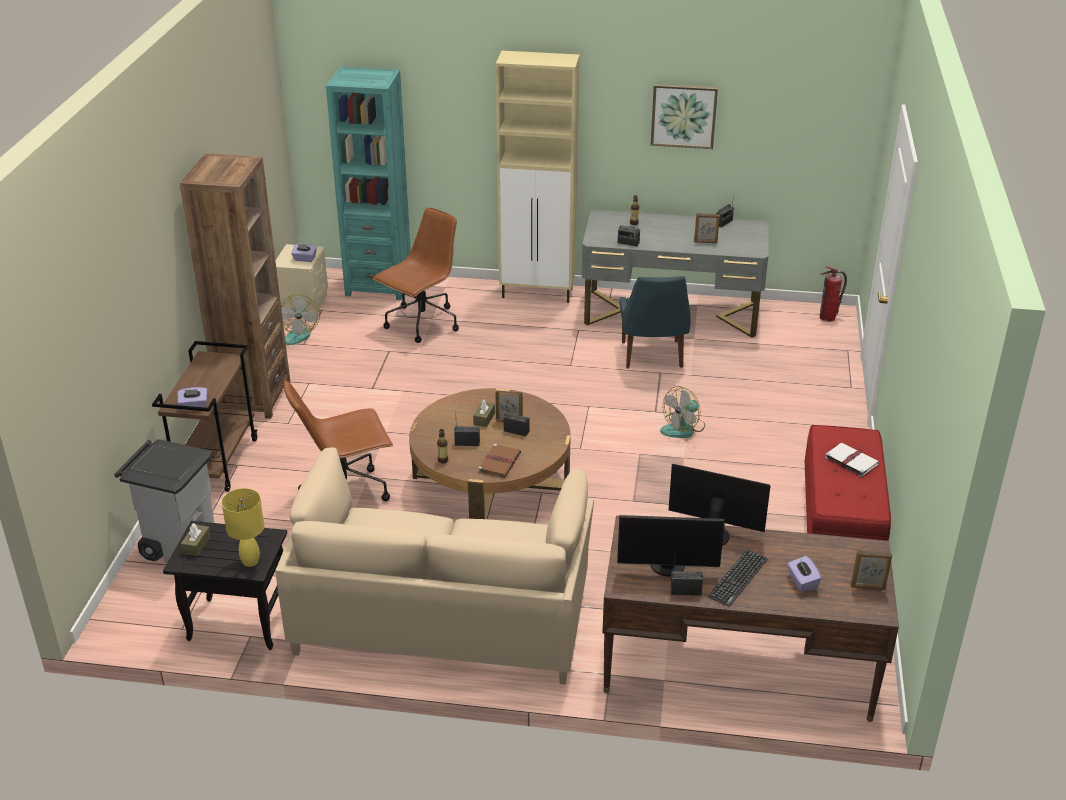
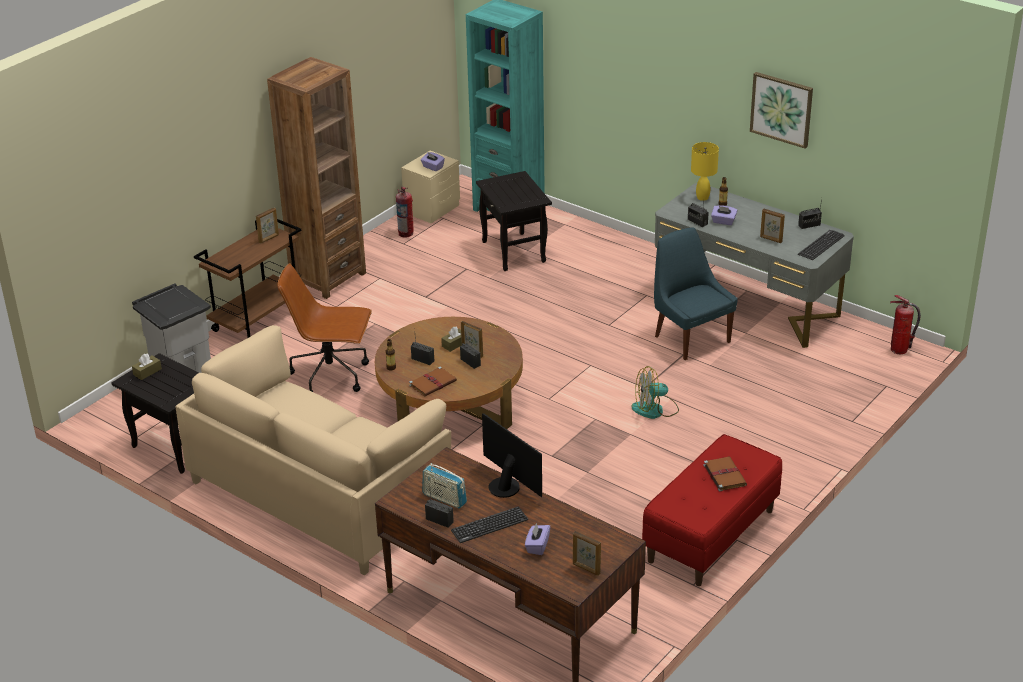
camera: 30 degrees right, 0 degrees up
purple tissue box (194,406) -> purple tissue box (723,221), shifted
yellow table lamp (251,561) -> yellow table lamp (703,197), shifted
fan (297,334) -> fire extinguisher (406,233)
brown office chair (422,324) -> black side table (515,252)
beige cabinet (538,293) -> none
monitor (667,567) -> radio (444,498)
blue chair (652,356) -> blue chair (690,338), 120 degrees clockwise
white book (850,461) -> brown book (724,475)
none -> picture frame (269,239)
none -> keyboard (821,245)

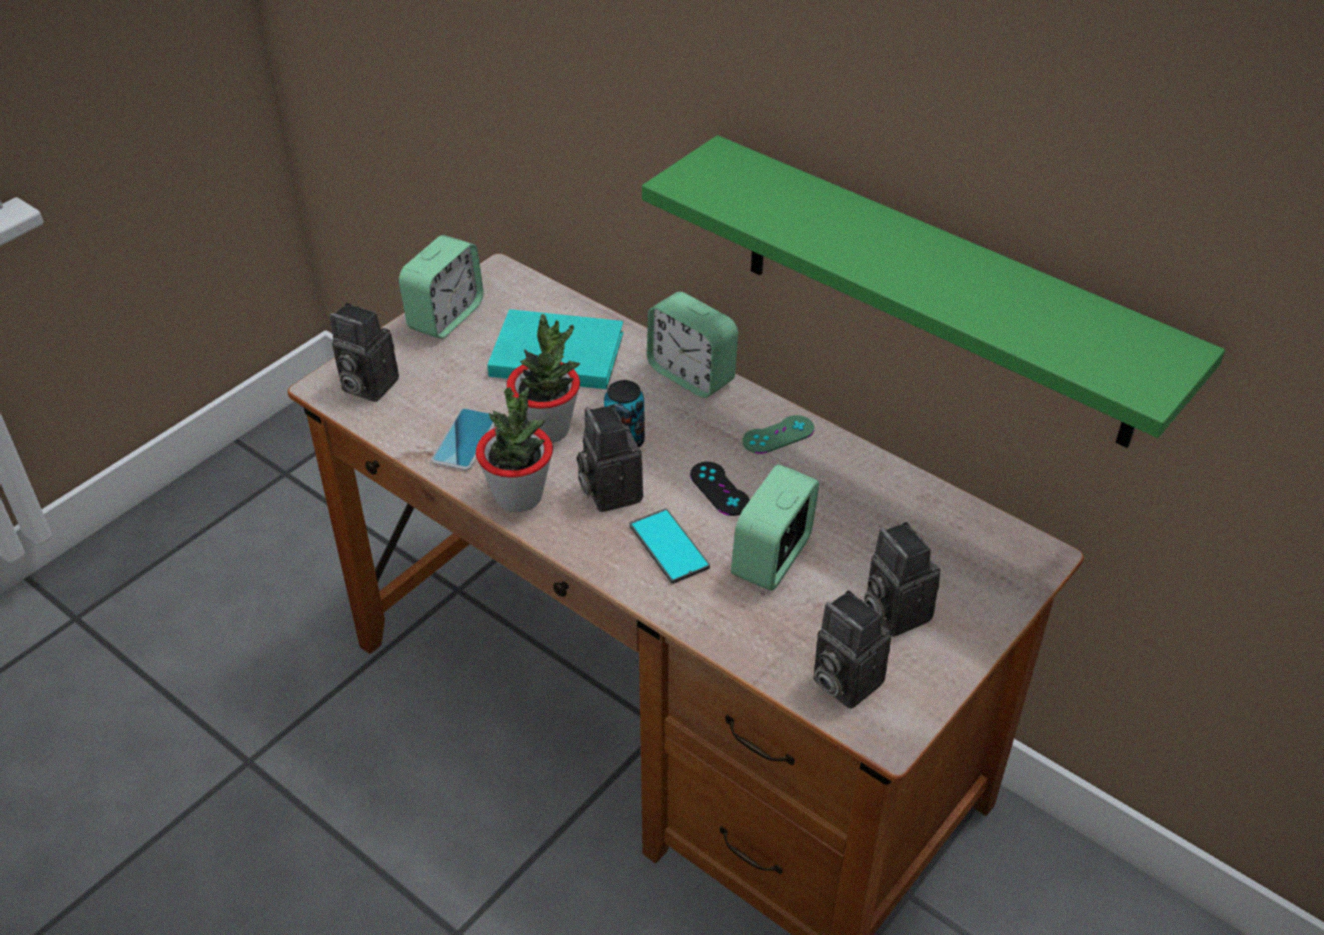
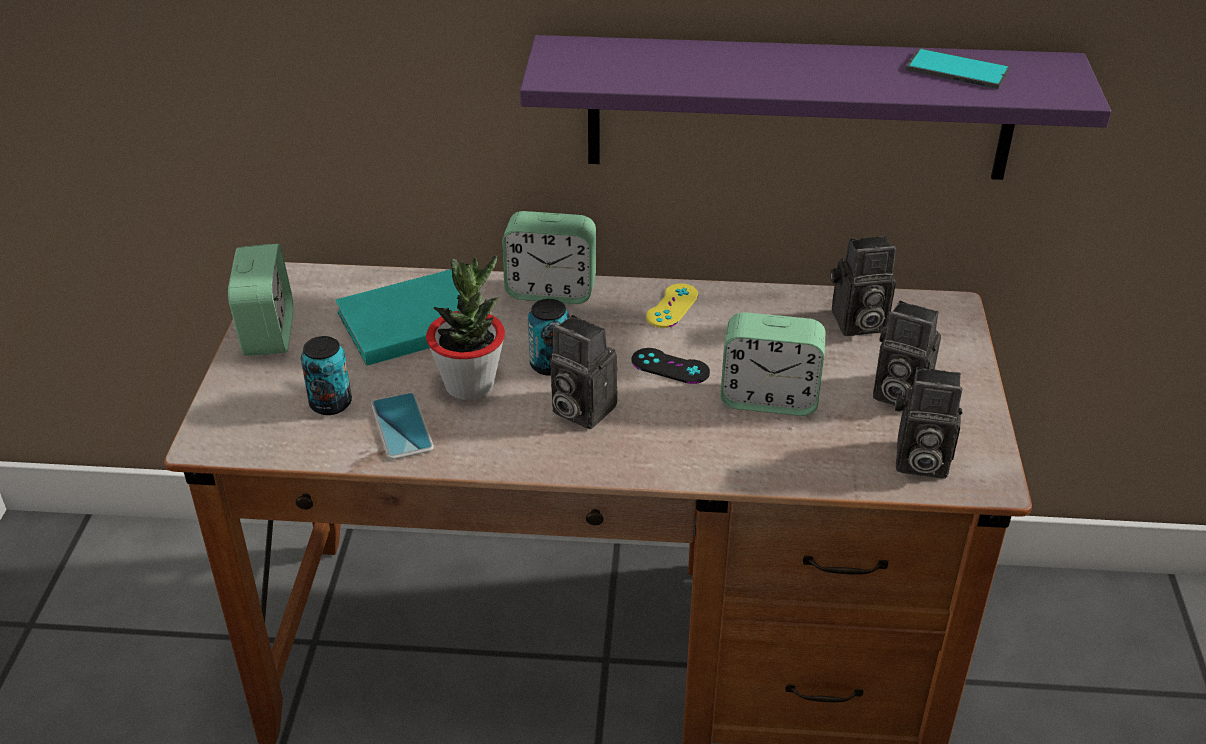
camera: 35 degrees left, 5 degrees down
photo camera (365,385) -> photo camera (856,324), shifted
potted plant (519,496) -> none
phone (668,547) -> phone (957,70), shifted
green shelf (937,293) -> purple shelf (799,108)
alarm clock (772,558) -> alarm clock (769,398), 75 degrees counterclockwise
green game controller (778,435) -> yellow game controller (672,306)
none -> can (330,403)

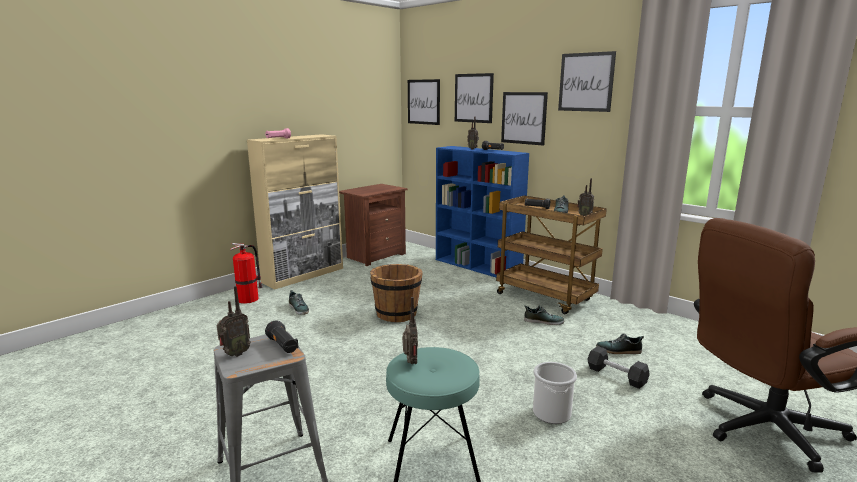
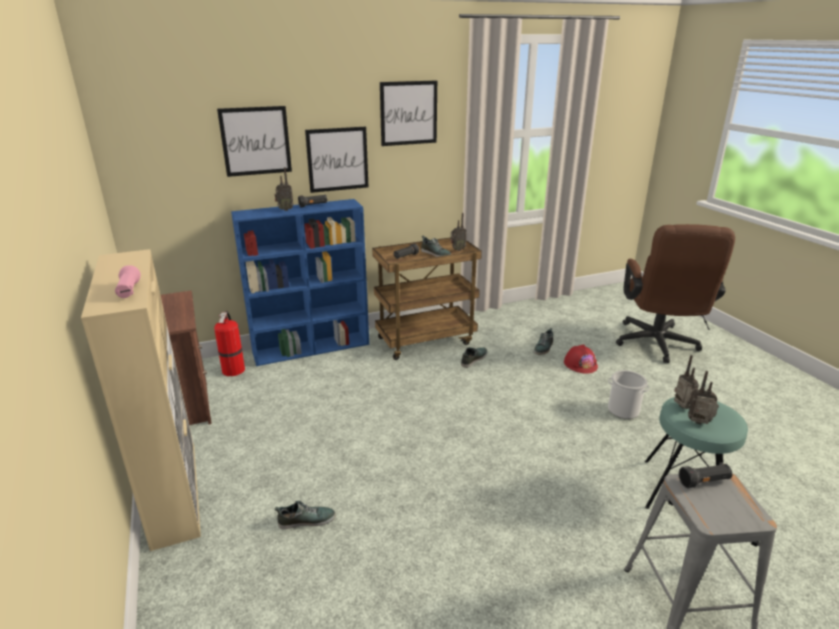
camera: 65 degrees left, 10 degrees up
radio (234,354) -> radio (681,408), shifted
fire extinguisher (249,299) -> fire extinguisher (233,369), shifted
brown bucket (397,314) -> none
picture (423,102) -> none
black dumbbell (616,376) -> red hard hat (580,364)

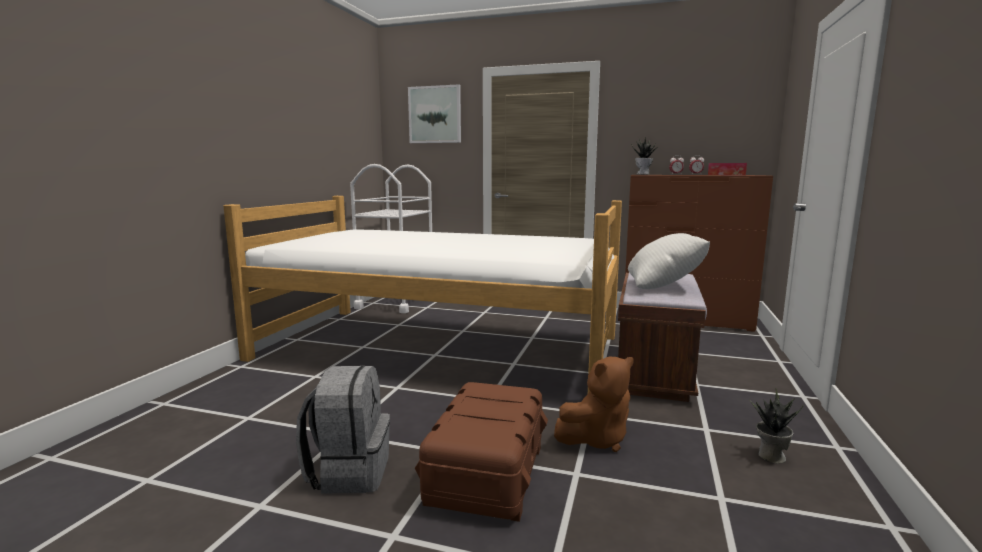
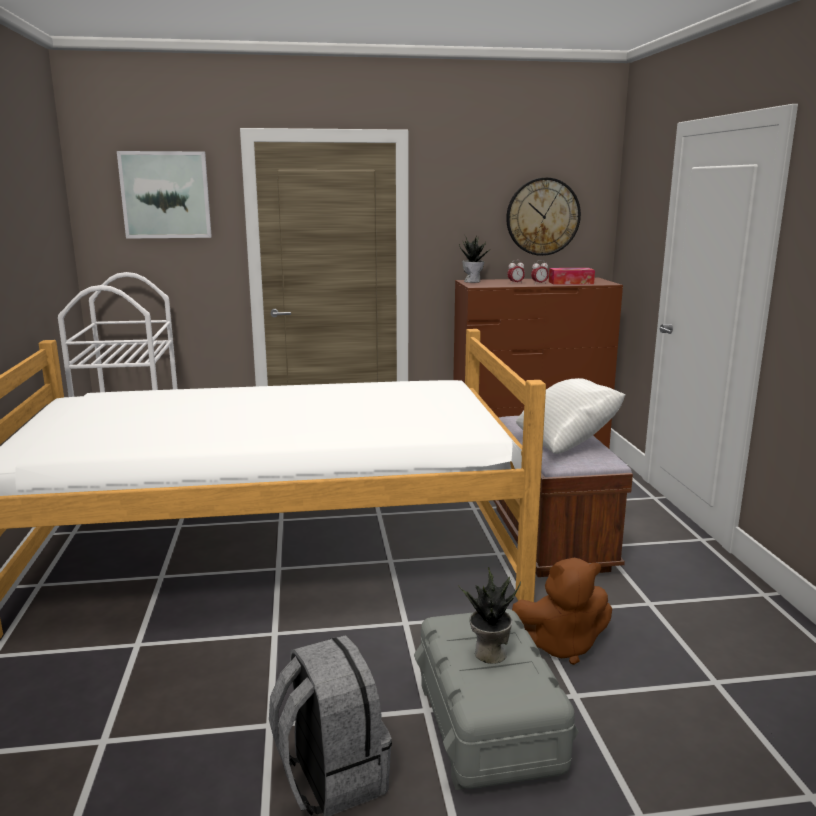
camera: 25 degrees left, 5 degrees up
brown storage box (488,474) -> grey storage box (489,725)
brown plush toy (596,439) -> brown plush toy (561,645), 45 degrees clockwise
potted plant (770,456) -> potted plant (489,654), shifted
none -> wall clock (543,216)

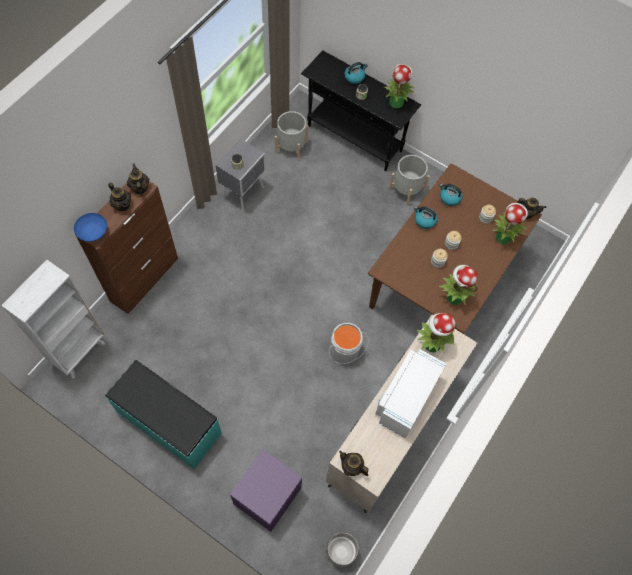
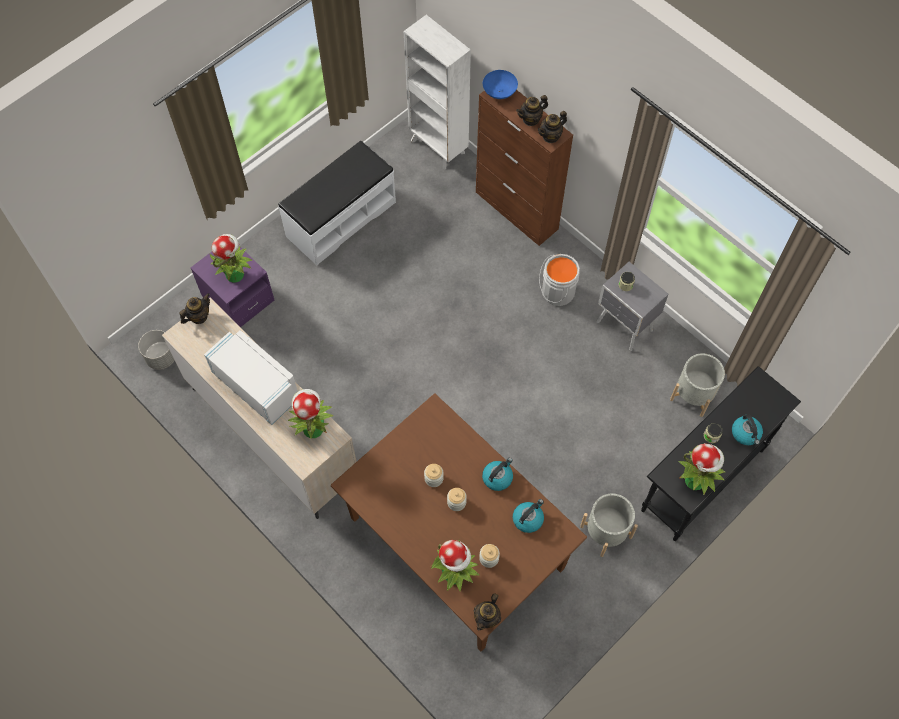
camera: 105 degrees right, 0 degrees up
turquoise bench (168,423) -> white bench (340,219)
teapot (140,188) -> teapot (551,136), 150 degrees clockwise
grey bucket (345,352) -> grey bucket (556,292), shifted
potted plant (454,297) -> potted plant (235,274), shifted

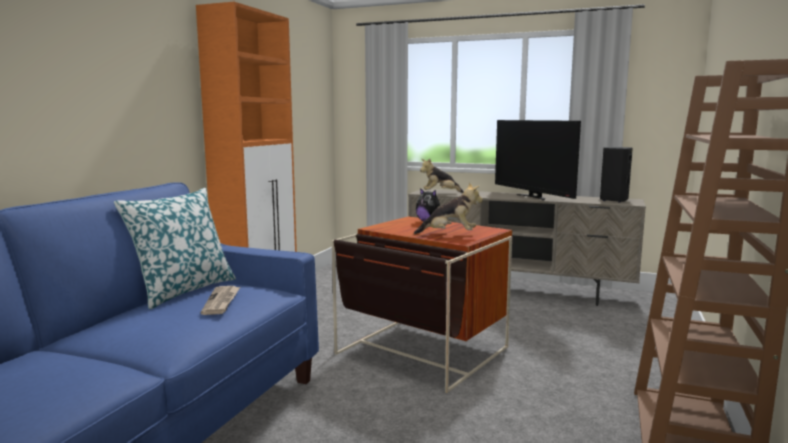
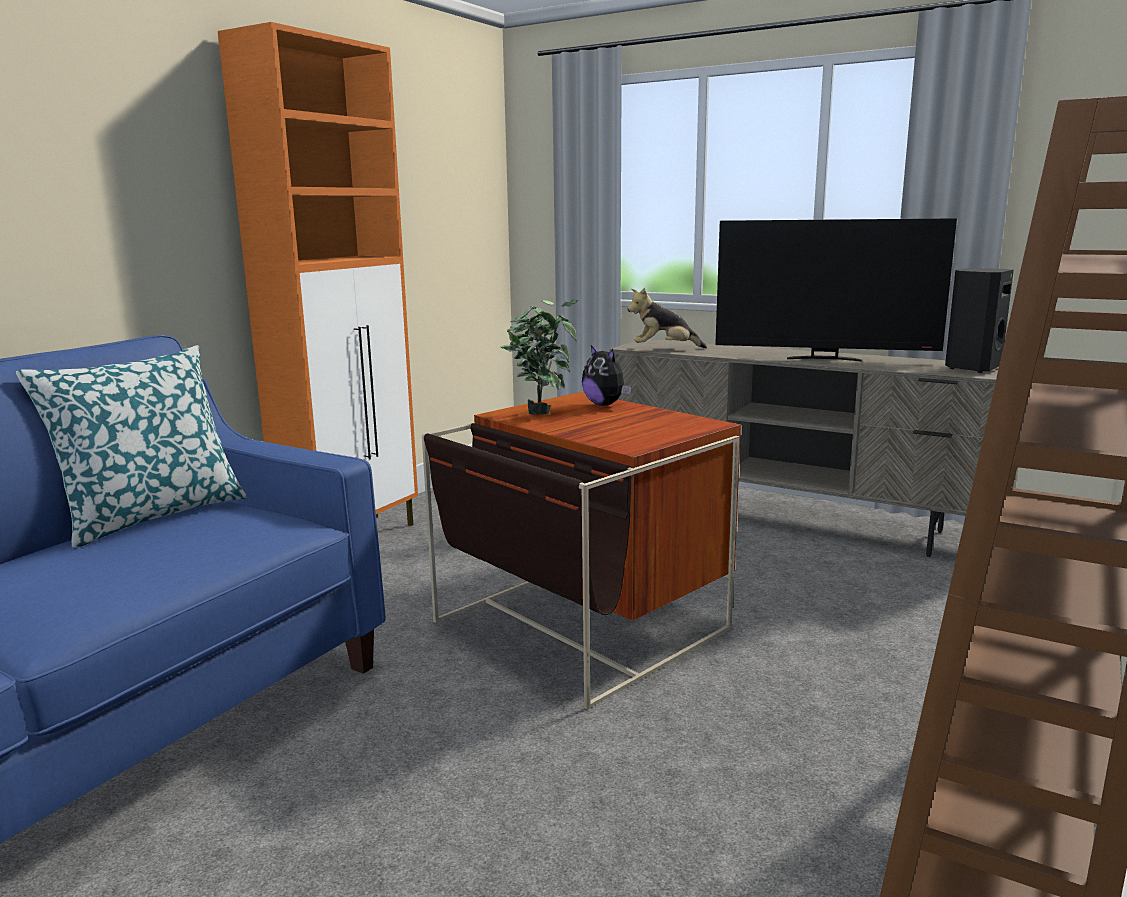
camera: 10 degrees right, 5 degrees up
newspaper (221,302) -> none
plush toy (449,234) -> none
television (533,197) -> television (824,359), 60 degrees counterclockwise
none -> potted plant (541,412)

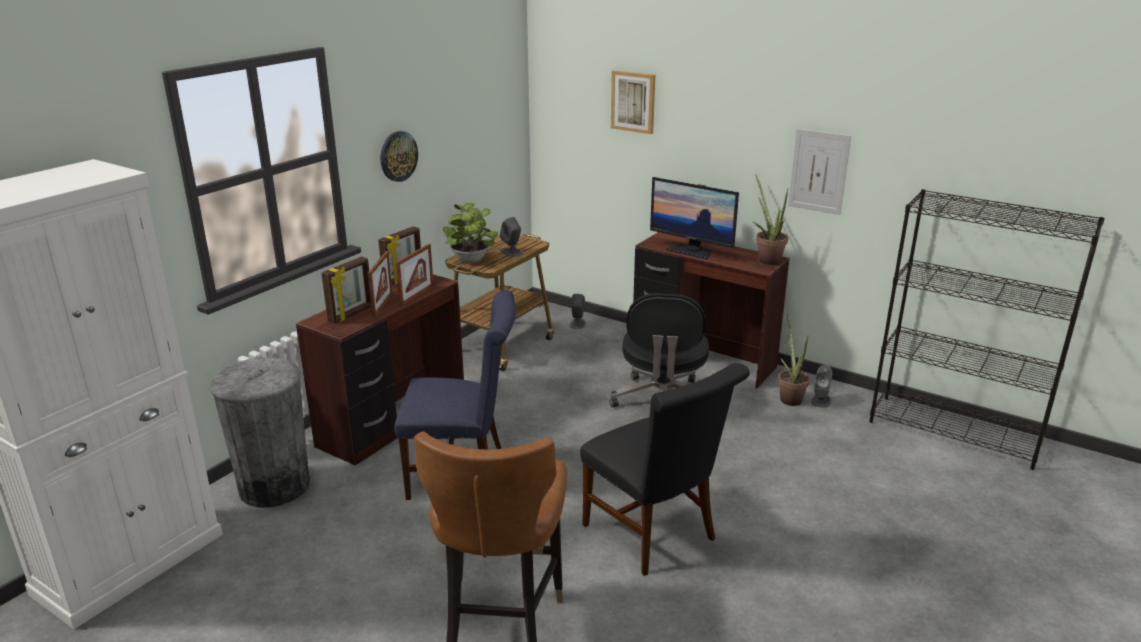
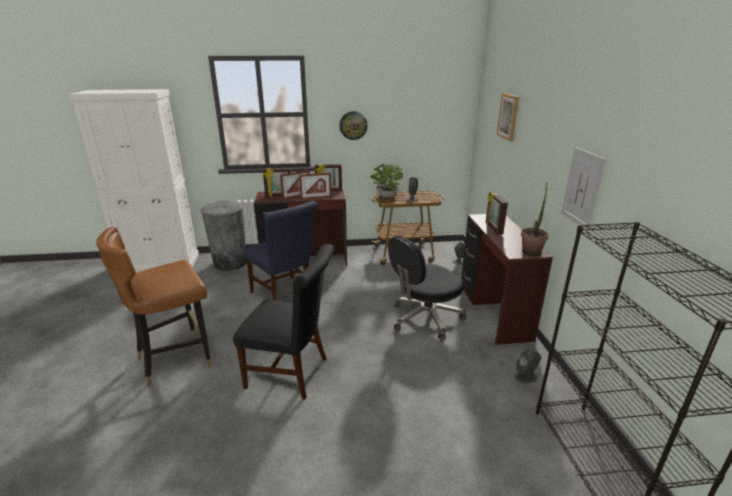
camera: 50 degrees right, 0 degrees up
black chair (655,535) -> black chair (292,372), 90 degrees counterclockwise
monitor (692,251) -> picture frame (493,228)
potted plant (789,397) -> none

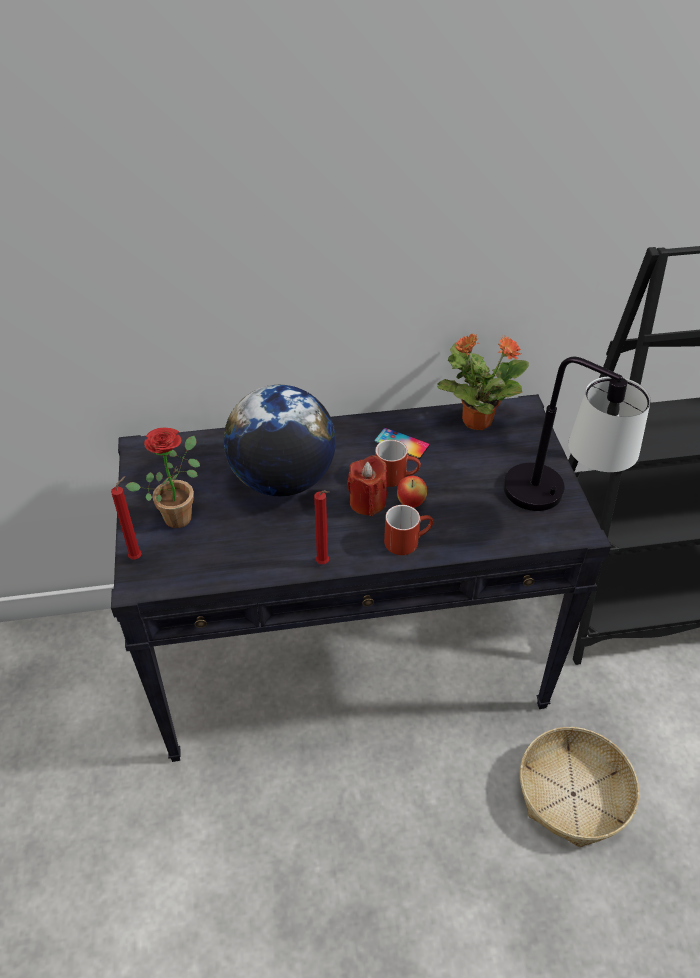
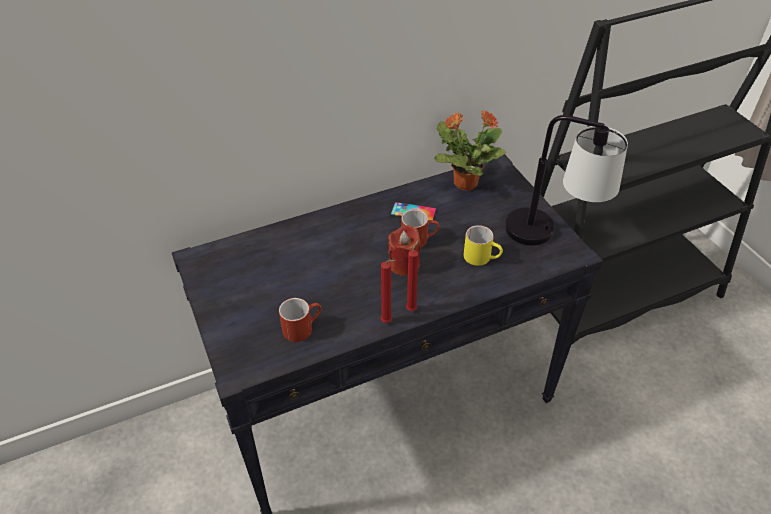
camera: 15 degrees left, 0 degrees up
red candle (138,556) -> red candle (412,308), shifted
potted plant (179,513) -> none
globe (282,480) -> none
red mug (407,540) -> red mug (302,327), shifted
apple (411,503) -> none
basket (573,794) -> none
none -> yellow mug (482,257)

